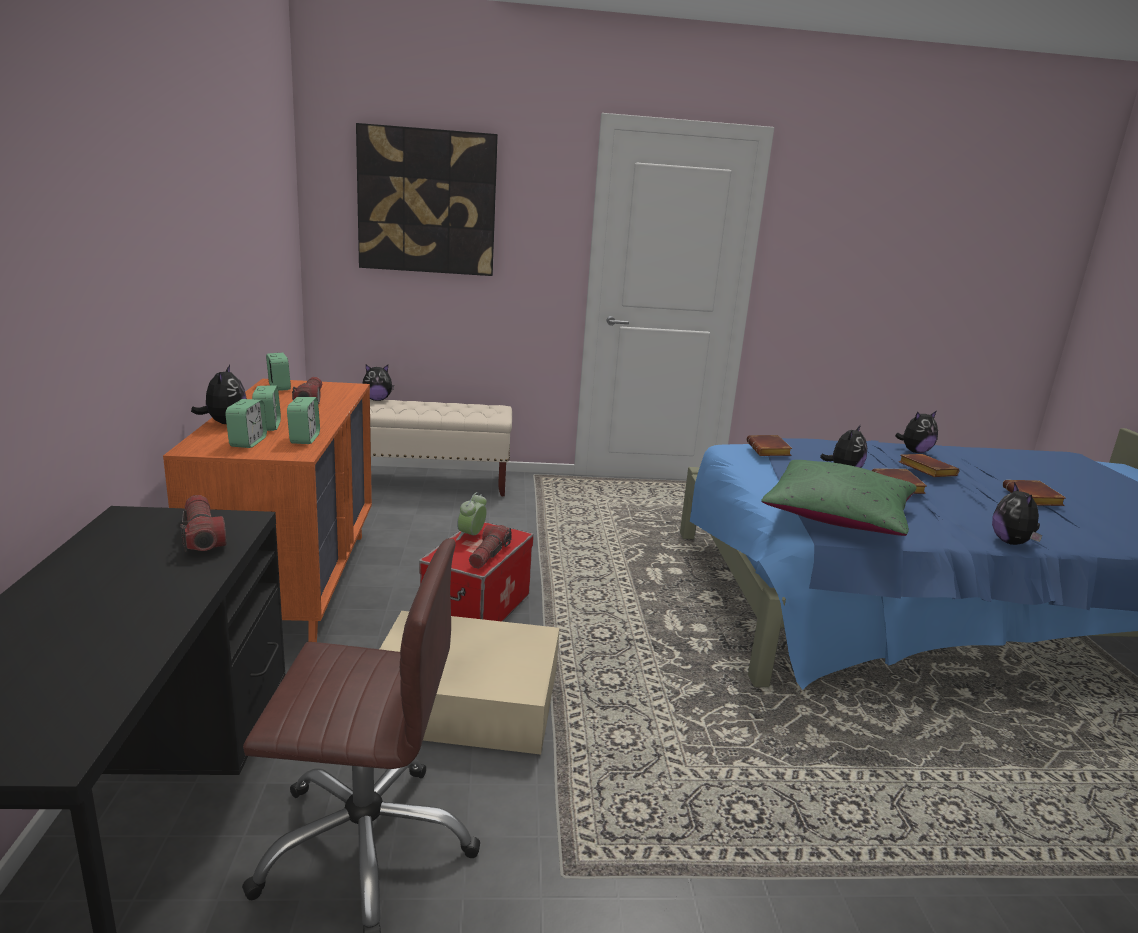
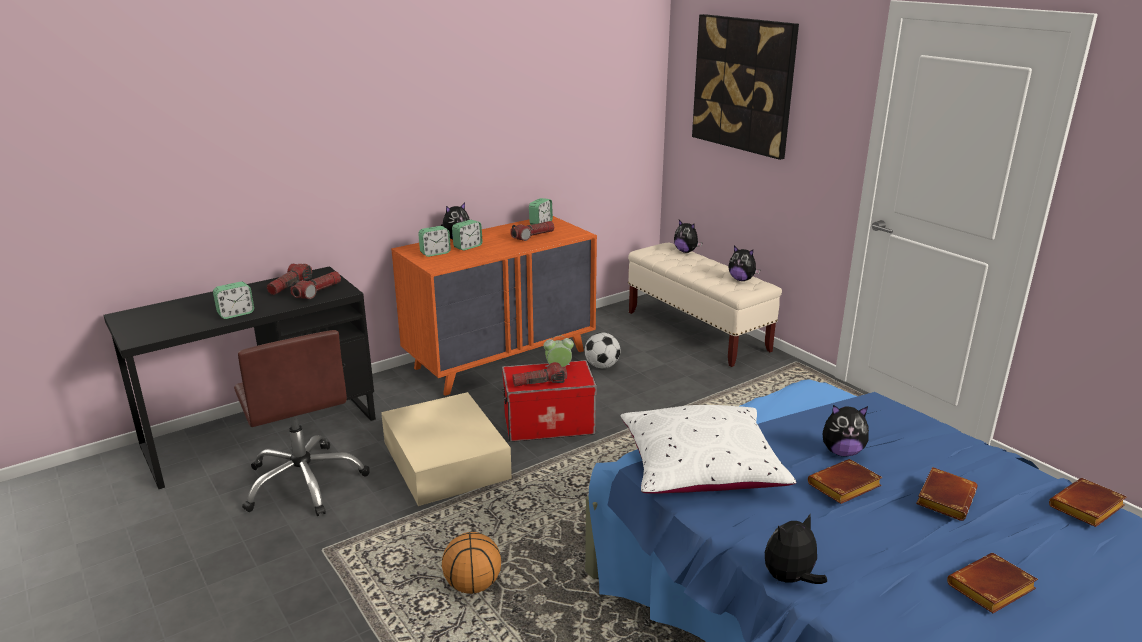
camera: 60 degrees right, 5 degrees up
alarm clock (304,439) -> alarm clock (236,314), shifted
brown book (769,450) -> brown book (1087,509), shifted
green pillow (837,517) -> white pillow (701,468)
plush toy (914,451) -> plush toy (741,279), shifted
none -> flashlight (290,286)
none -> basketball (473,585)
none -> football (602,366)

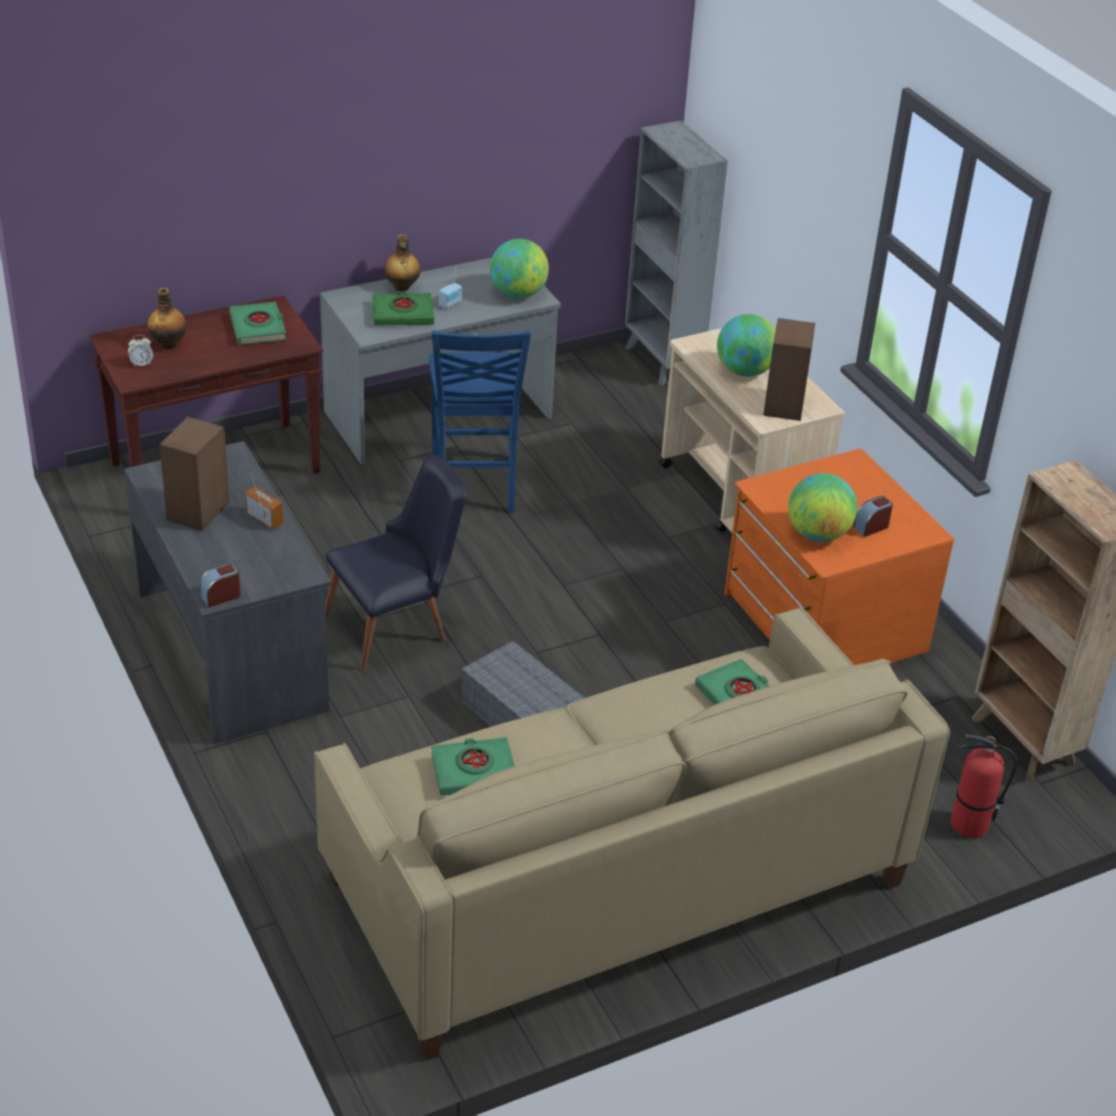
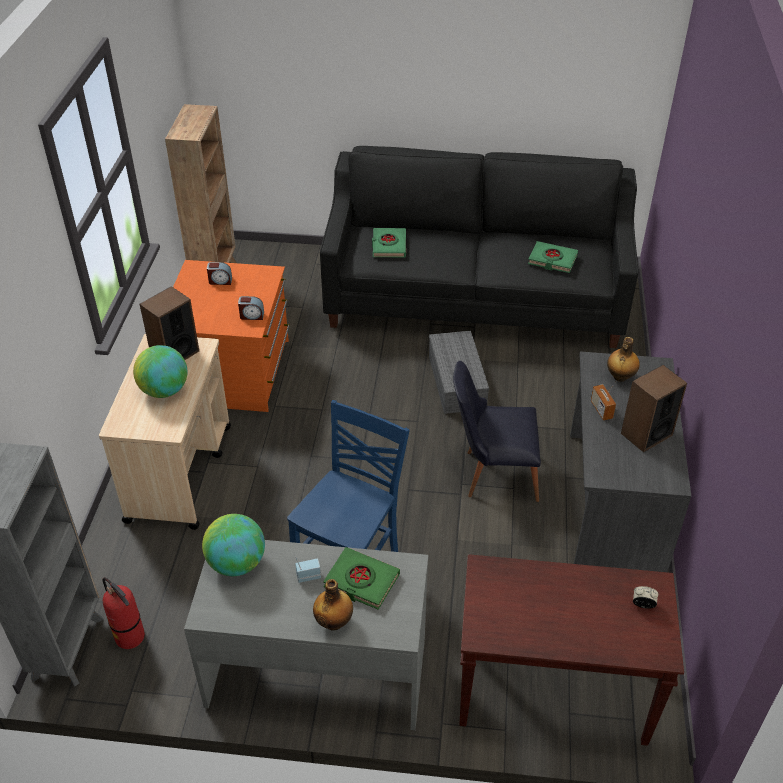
camera: 145 degrees left, 5 degrees up
bottle (169,344) -> bottle (620,377), shifted
alarm clock (221,596) -> alarm clock (251,316), shifted
green book (258,328) -> none
beige sofa (616,881) -> black sofa (475,297)
globe (818,534) -> none
fire extinguisher (968,825) -> fire extinguisher (130,637), shifted

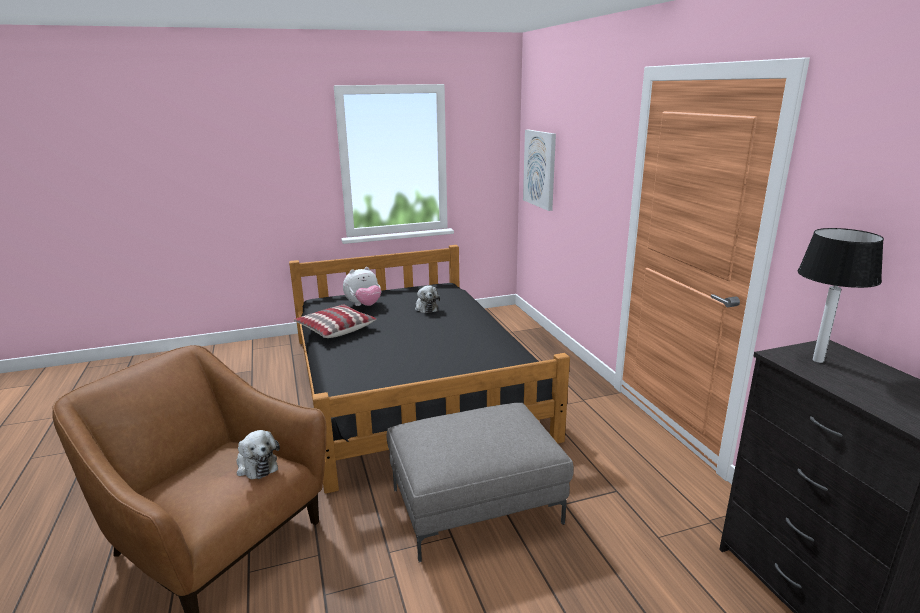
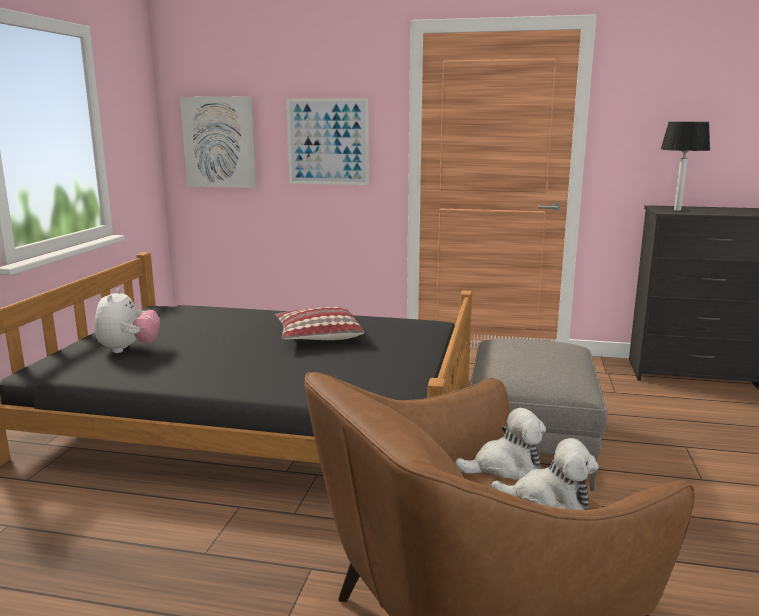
camera: 60 degrees left, 5 degrees down
pillow (335,329) -> pillow (317,336), shifted
plush toy (426,308) -> plush toy (549,500), shifted
none -> picture (327,142)

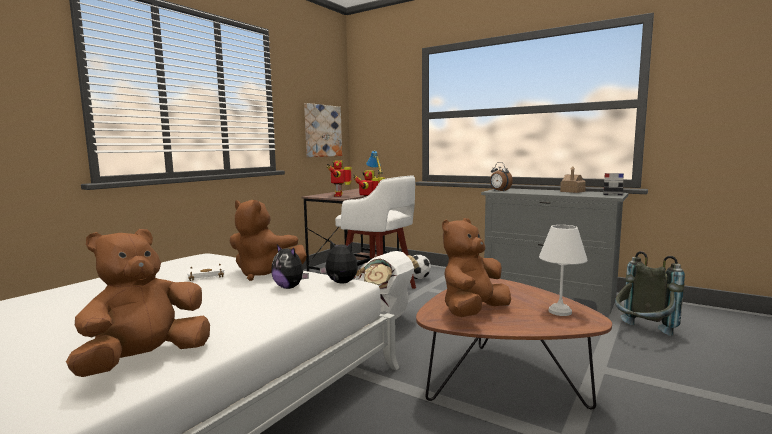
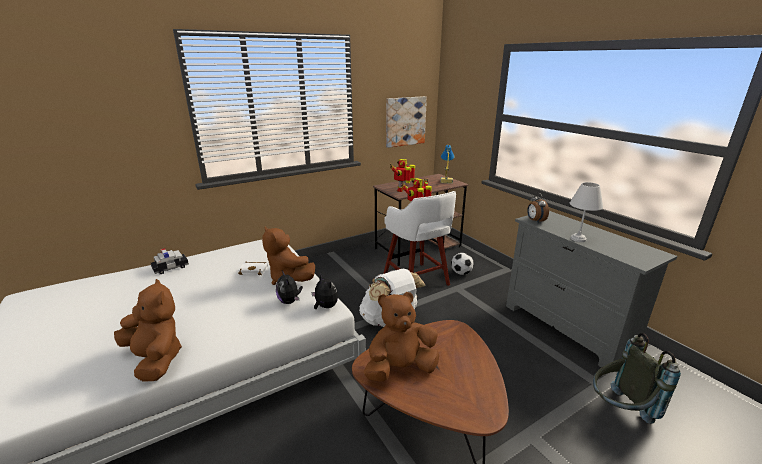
camera: 25 degrees right, 15 degrees up
brown plush toy (146,360) -> brown plush toy (156,359), 75 degrees clockwise
white table lamp (560,312) -> white table lamp (578,239), shifted
toy house (572,191) -> none
toy car (612,194) -> toy car (171,267), shifted

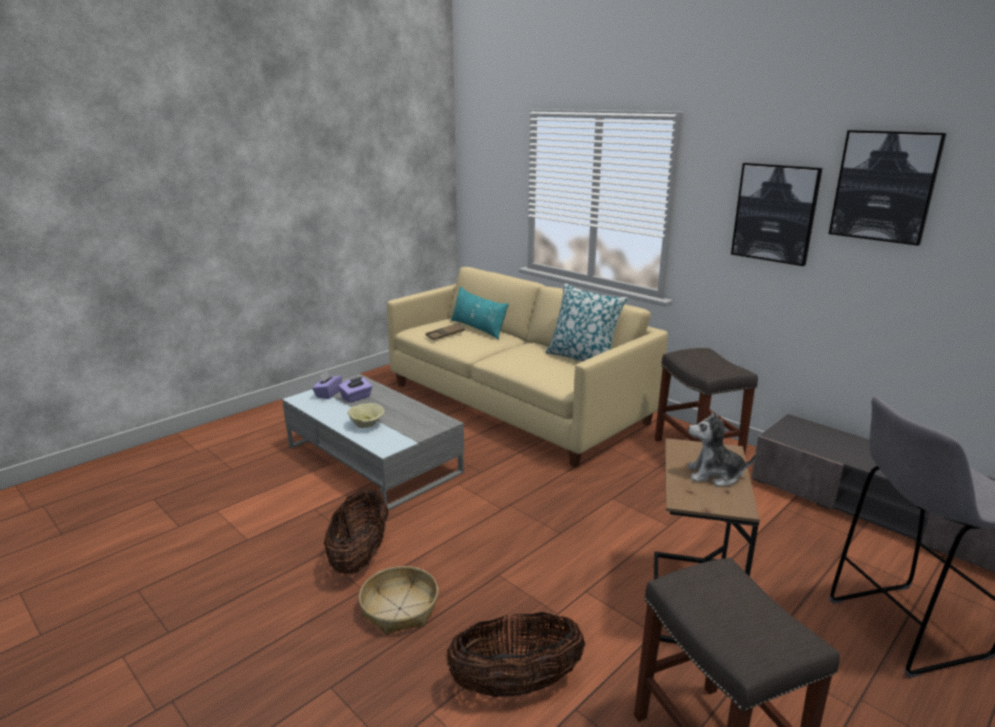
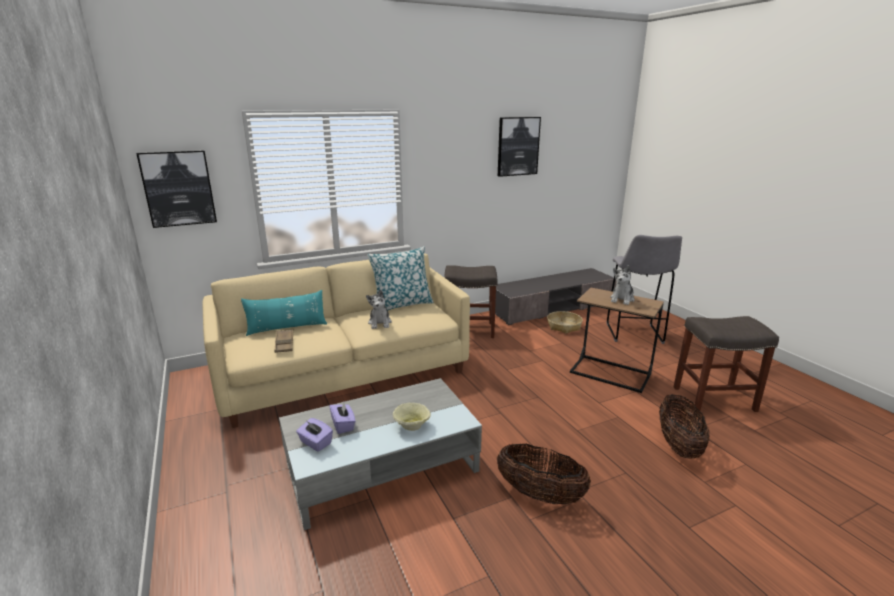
camera: 70 degrees left, 0 degrees up
basket (400,608) -> basket (563,326), shifted
picture (775,213) -> picture (178,188), shifted
none -> plush toy (380,323)

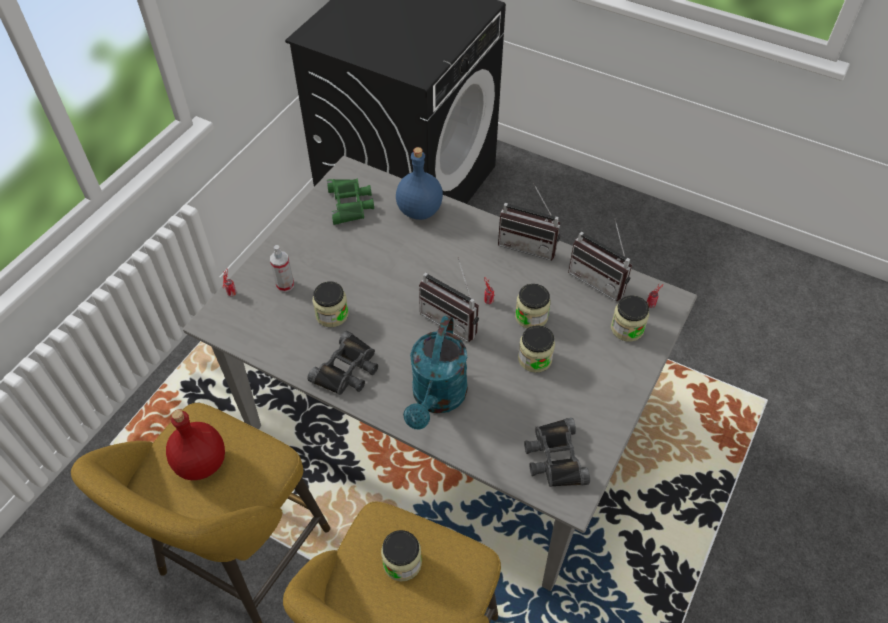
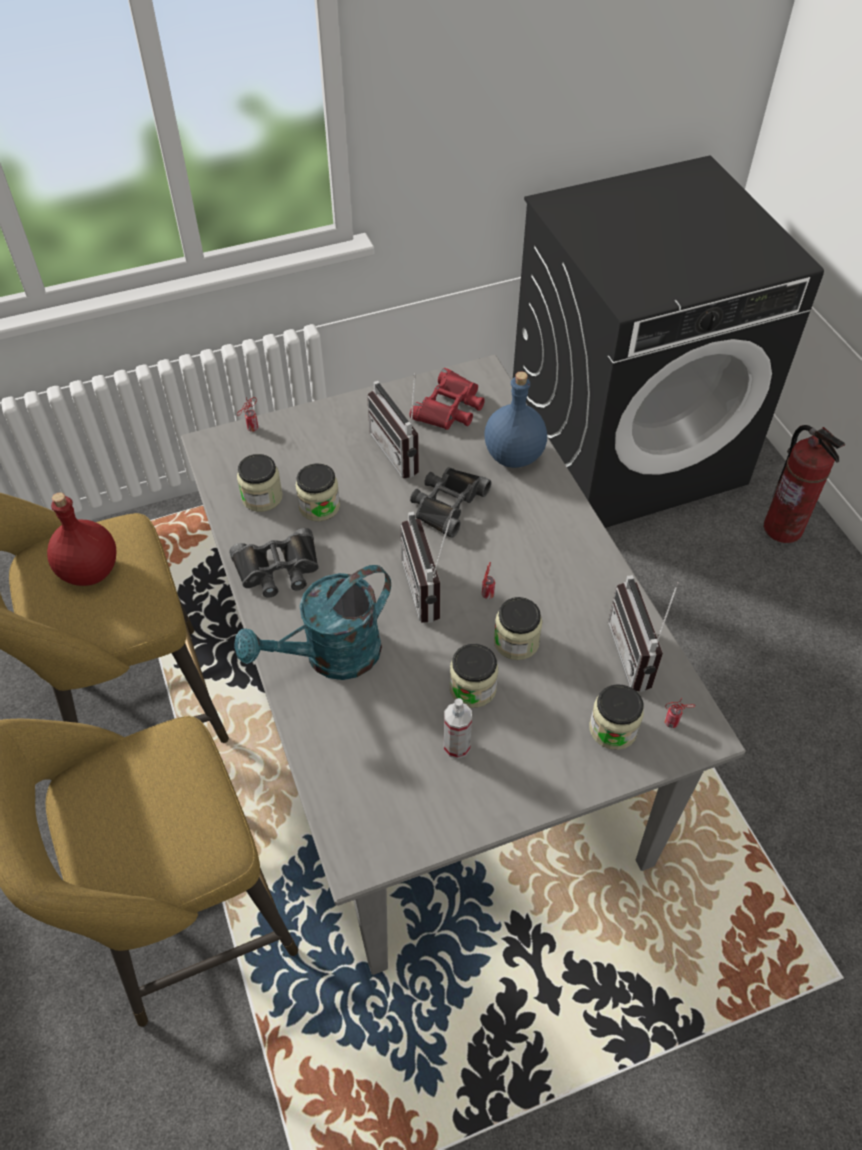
camera: 40 degrees right, 0 degrees up
spray bottle (285,285) -> spray bottle (456,746), shifted
green binoculars (350,204) -> red binoculars (450,407)
jar (402,562) -> jar (262,497), shifted
radio (529,244) -> radio (402,451), shifted
black binoculars (554,457) -> black binoculars (447,504), shifted
none -> fire extinguisher (783,528)

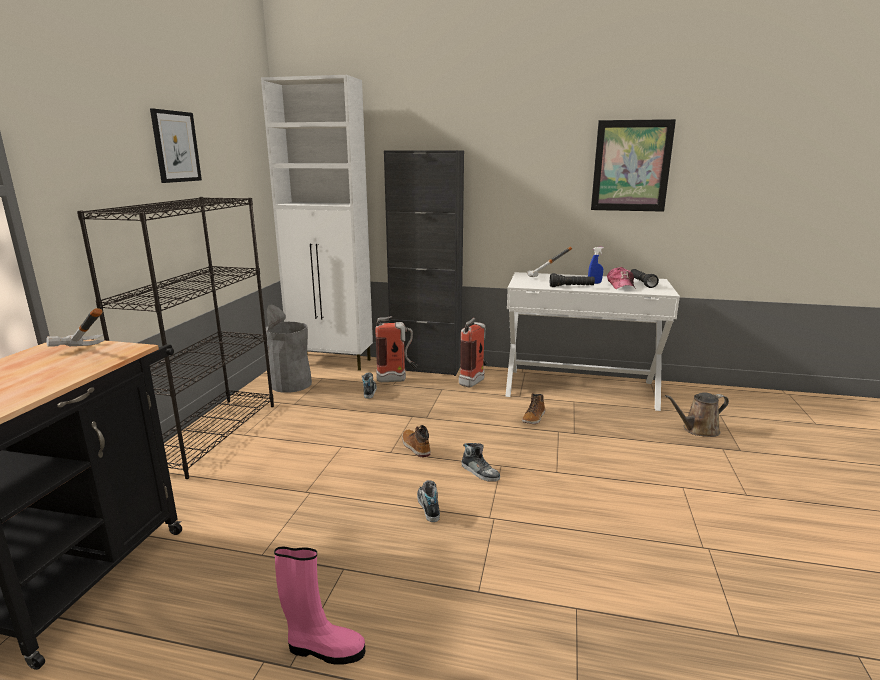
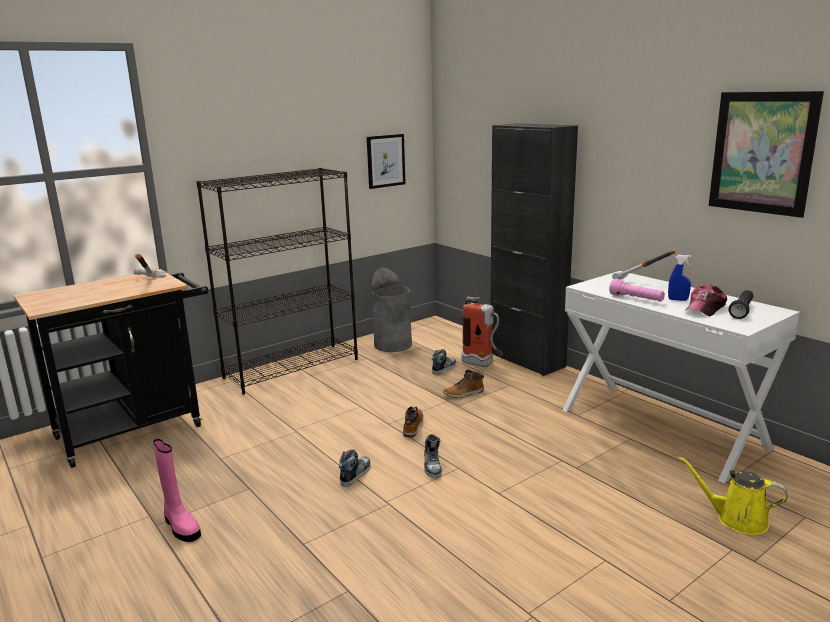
camera: 40 degrees right, 0 degrees up
picture (176,146) -> picture (385,161), shifted
white cabinet (332,362) -> none
fire extinguisher (474,381) -> none
boot (534,418) -> boot (464,393), shifted
black flashlight (571,287) -> pink flashlight (636,299)
brown watering can (698,430) -> yellow watering can (736,519)

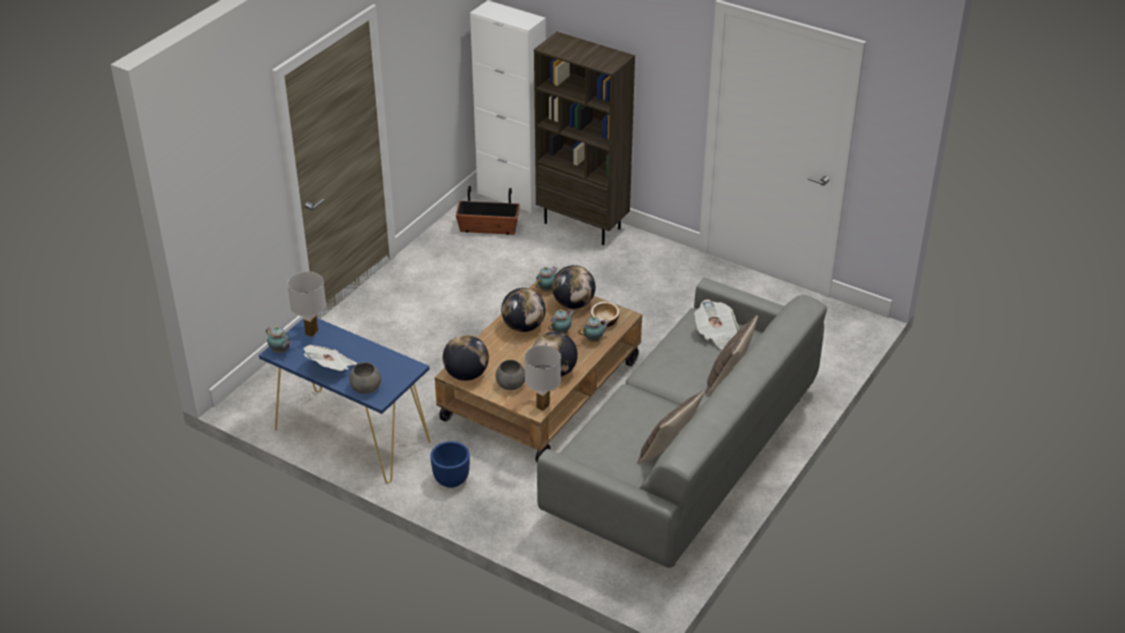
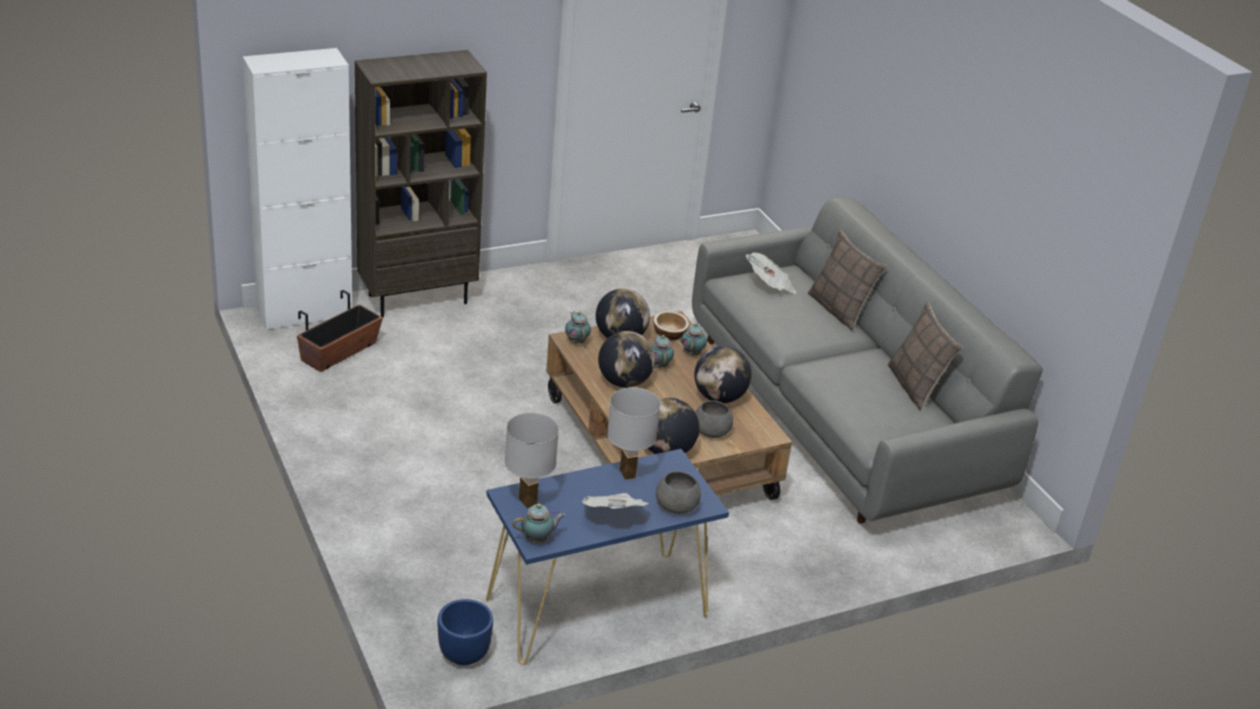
camera: 60 degrees left, 5 degrees down
blue planter (451,480) -> blue planter (463,655), shifted
white table lamp (543,406) -> white table lamp (628,474), shifted

